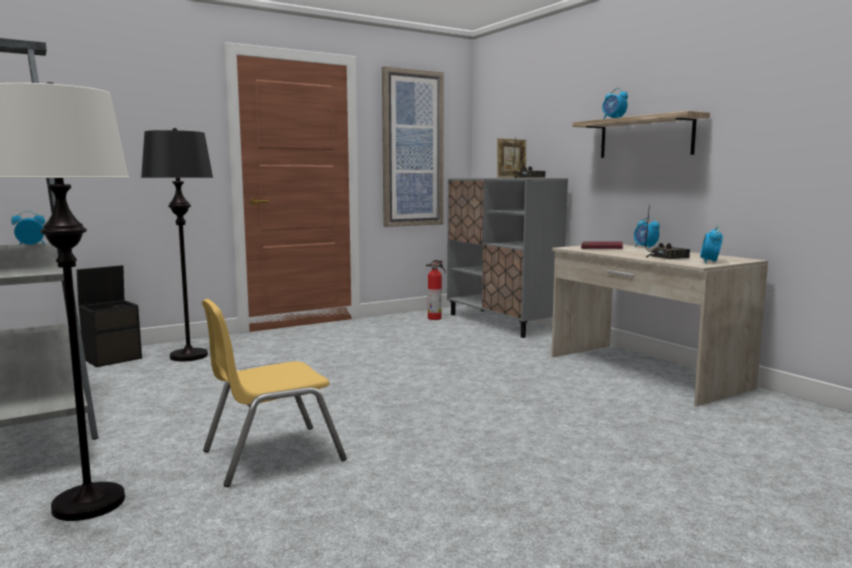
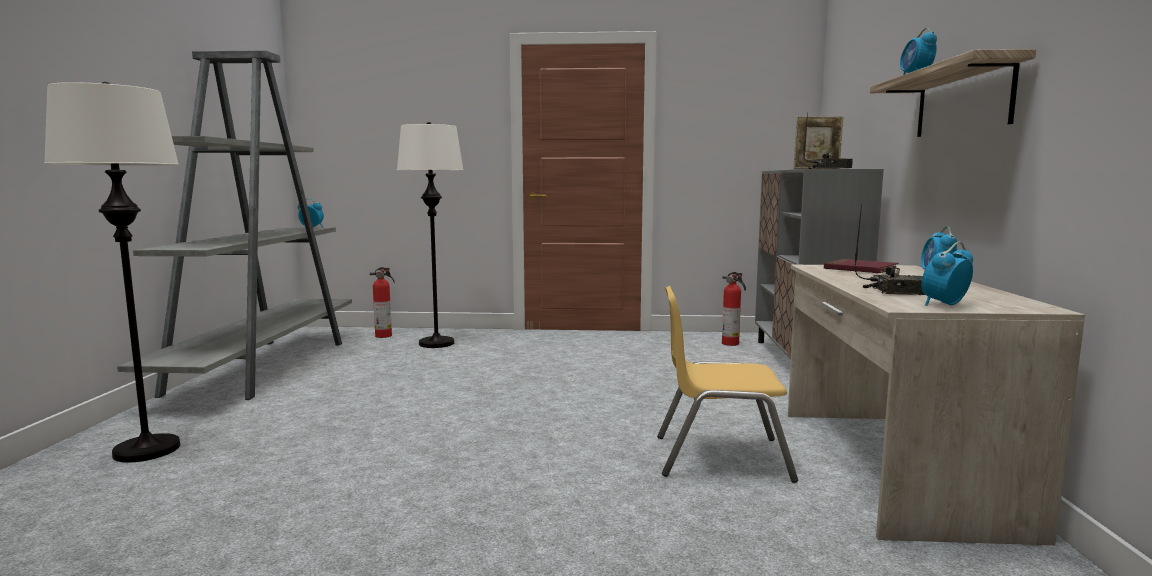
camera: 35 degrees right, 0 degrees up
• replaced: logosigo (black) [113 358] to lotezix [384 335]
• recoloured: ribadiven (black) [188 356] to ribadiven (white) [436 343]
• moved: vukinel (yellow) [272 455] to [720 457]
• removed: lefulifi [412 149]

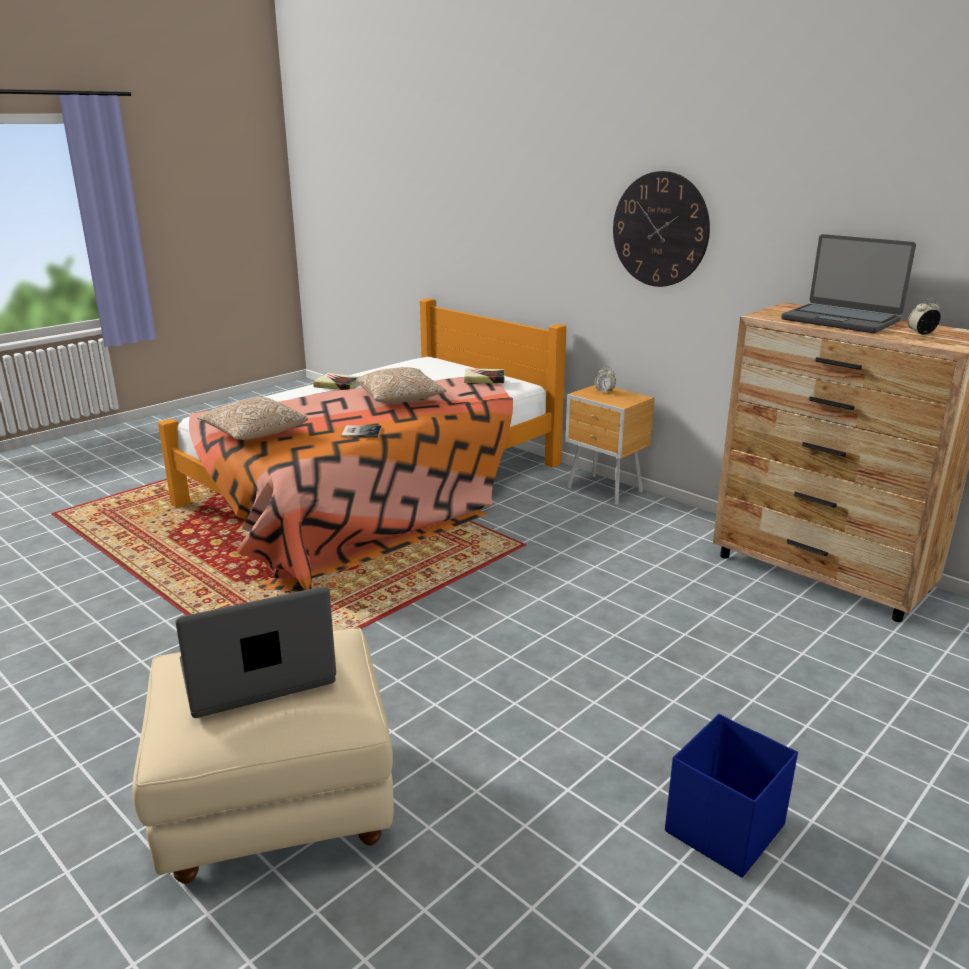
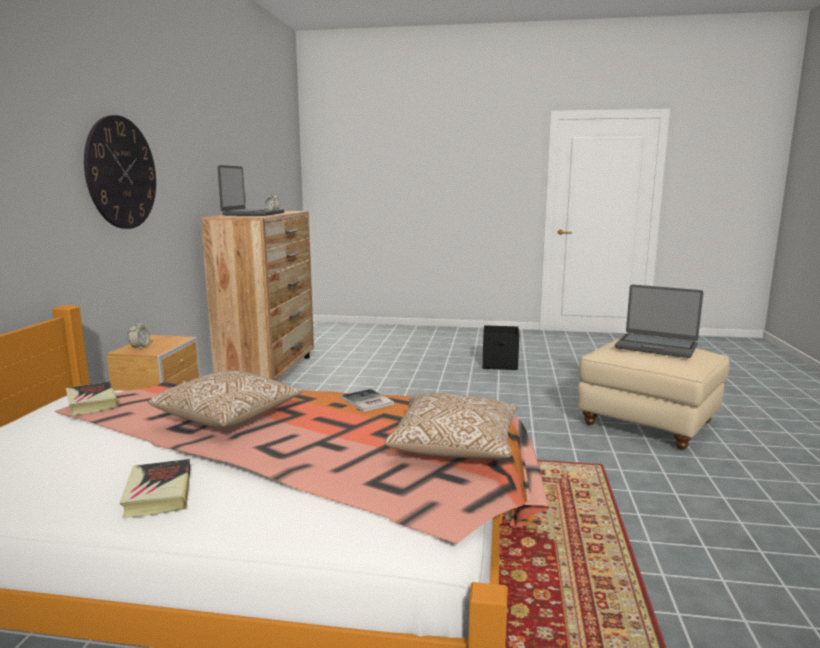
camera: 125 degrees left, 10 degrees down
• recoloured: logosigo (blue) [723 829] to logosigo (black) [500 364]

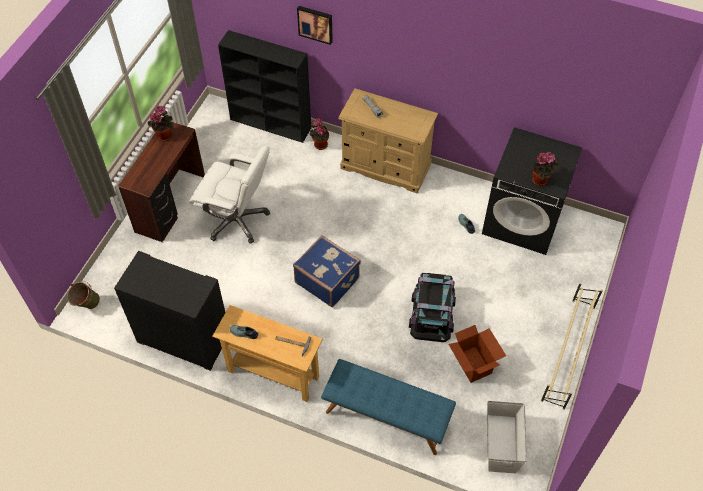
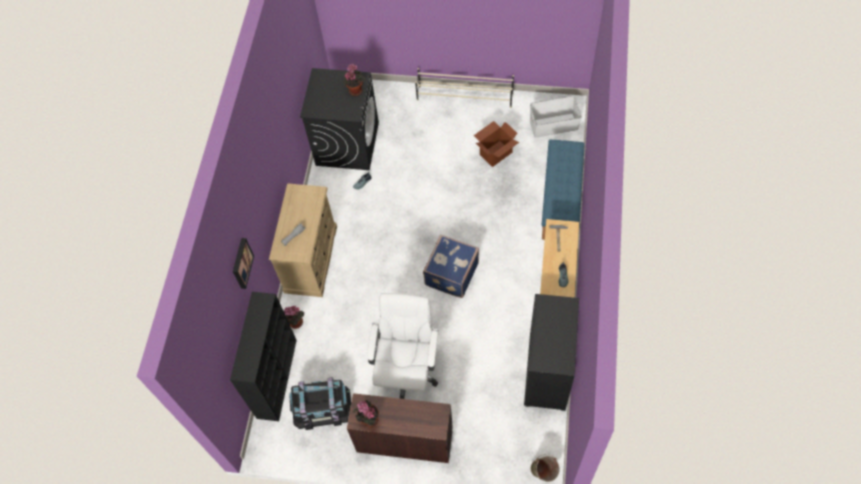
camera: 100 degrees left, 5 degrees up
• moved: logosigo (black) [432 313] to [322 407]

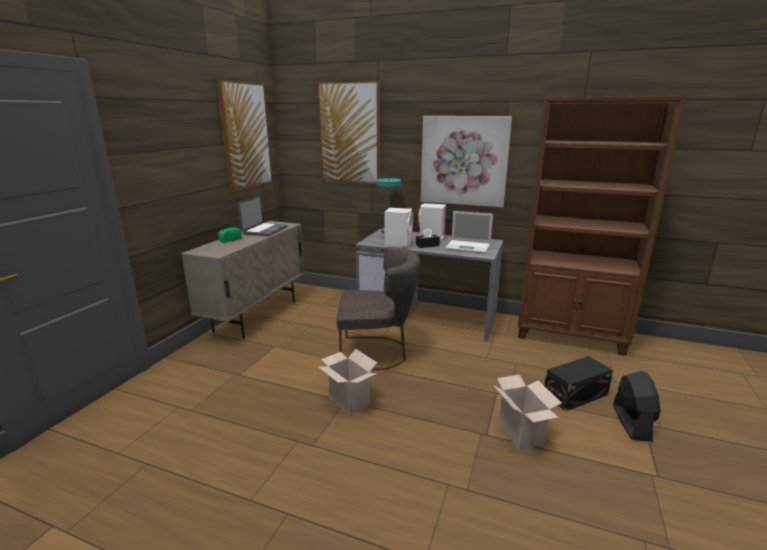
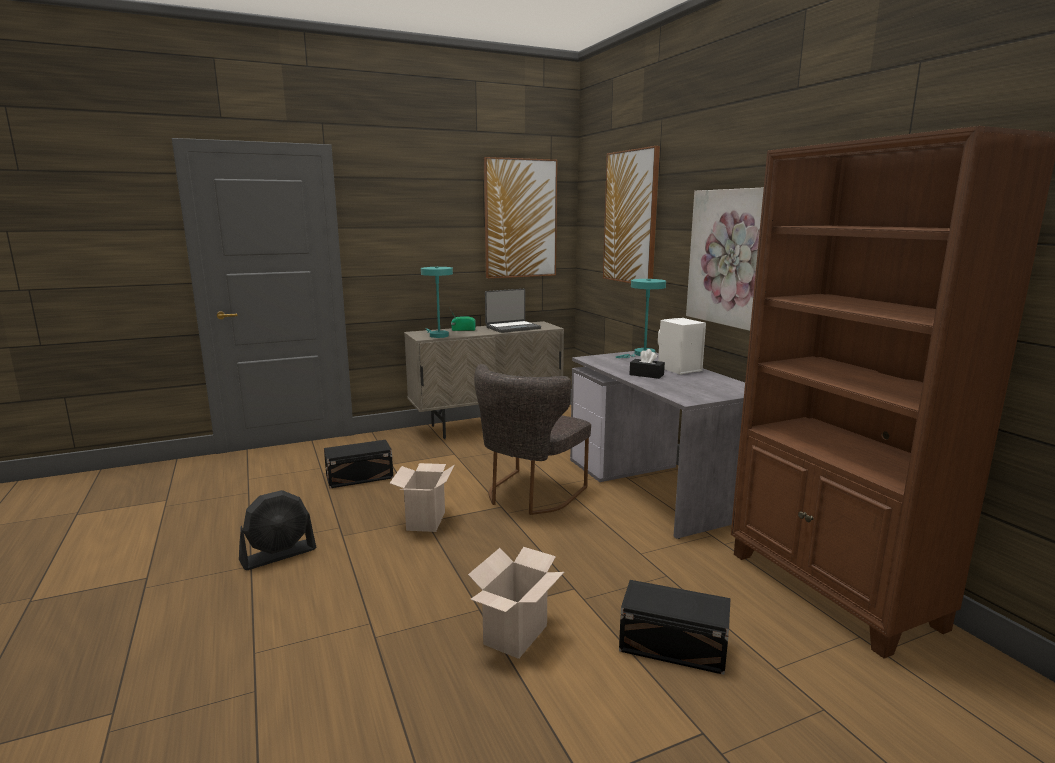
camera: 45 degrees right, 5 degrees down
• turned: vukinel (grey) [377 352] = [529 495] 75 degrees clockwise
• removed: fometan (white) [398 243]
• removed: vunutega [469 247]
• moved: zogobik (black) [631 422] to [278 555]
• added: logosigo (black) [360 477]
• added: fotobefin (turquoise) [437 335]

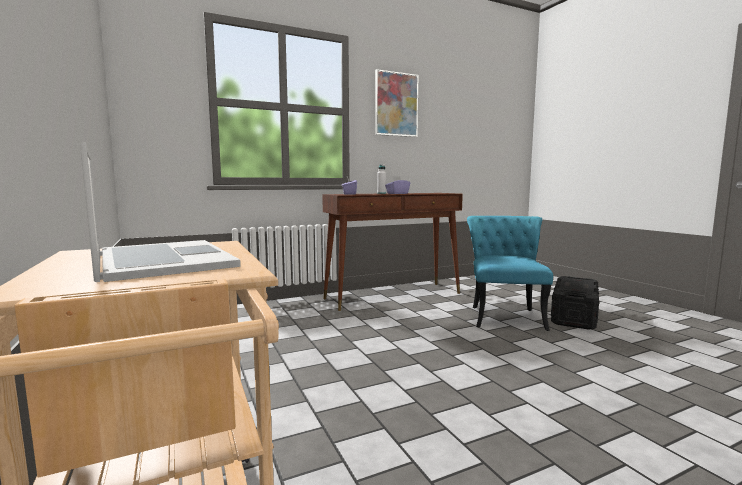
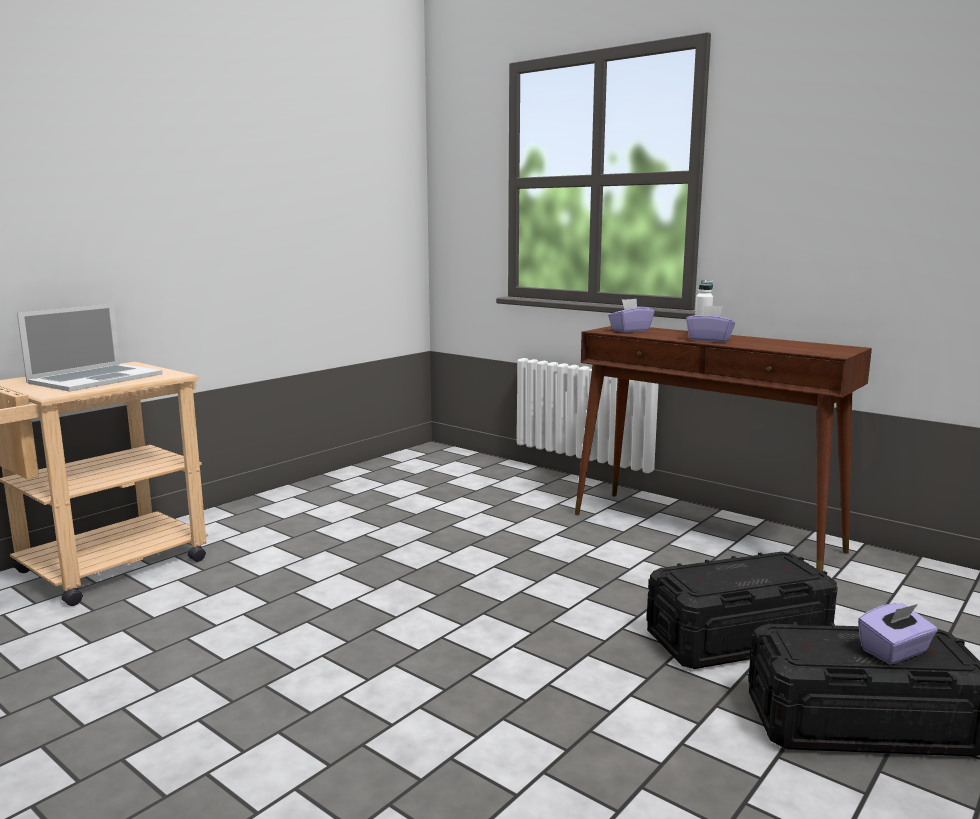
camera: 65 degrees right, 5 degrees up
• removed: lefulifi [396 104]
• replaced: vukinel (turquoise) [505 315] to logosigo (black) [738 639]
• added: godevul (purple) [894 652]

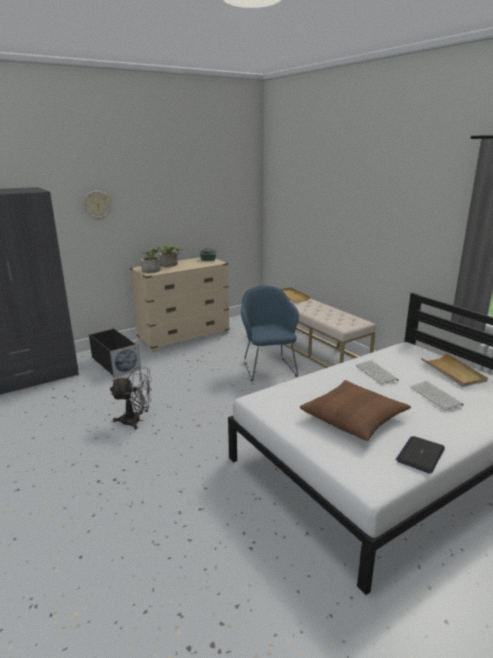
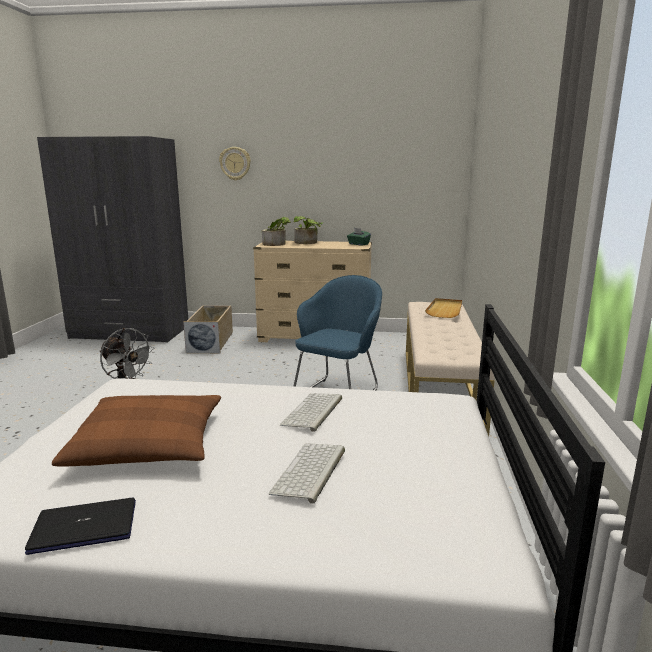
camera: 40 degrees right, 5 degrees down
• recoloured: logosigo (black) [115 363] to logosigo (beige) [211 342]
• removed: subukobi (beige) [453 372]

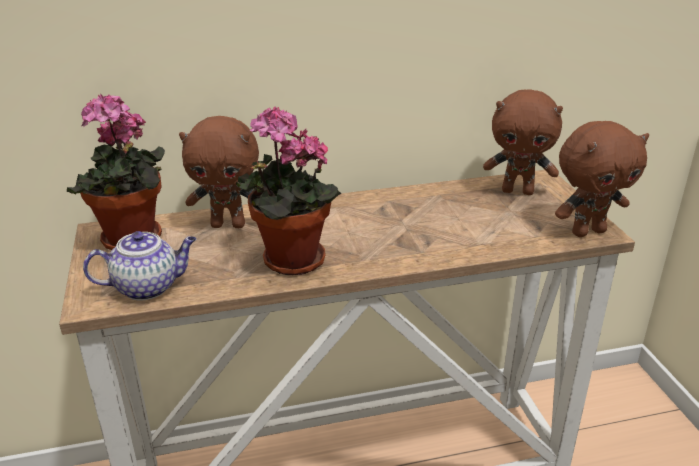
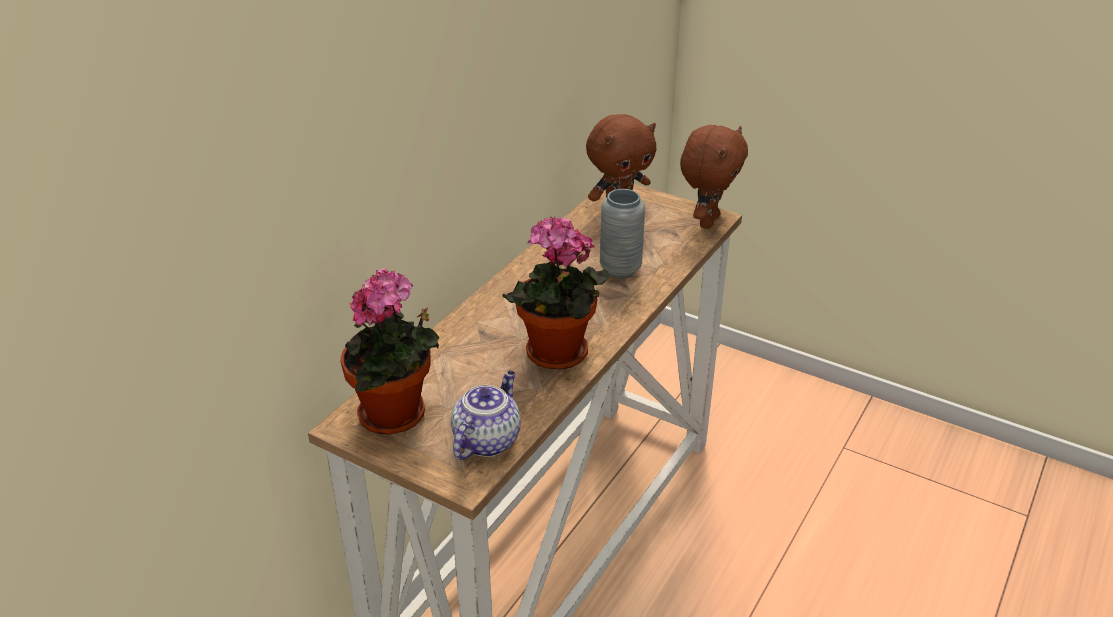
camera: 45 degrees left, 5 degrees up
• removed: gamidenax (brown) [229 224]
• added: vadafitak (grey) [620 269]

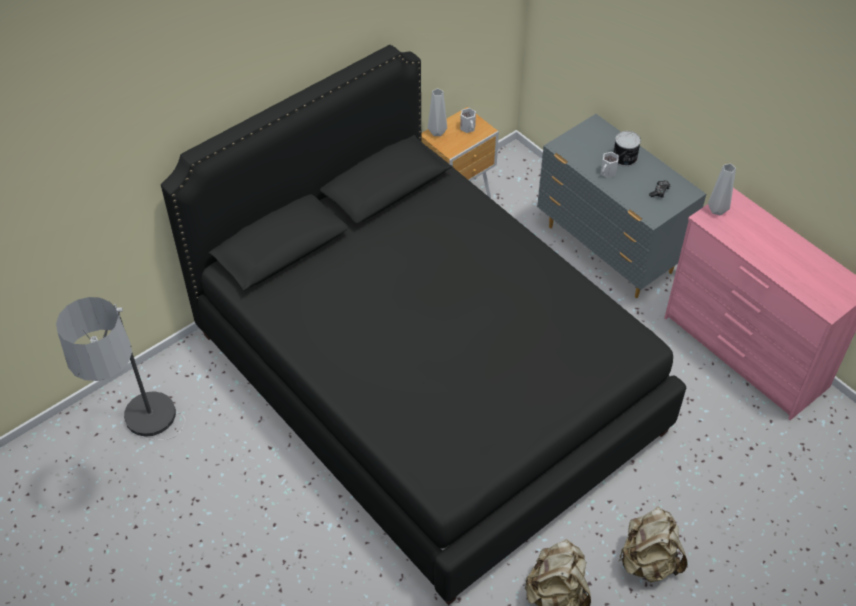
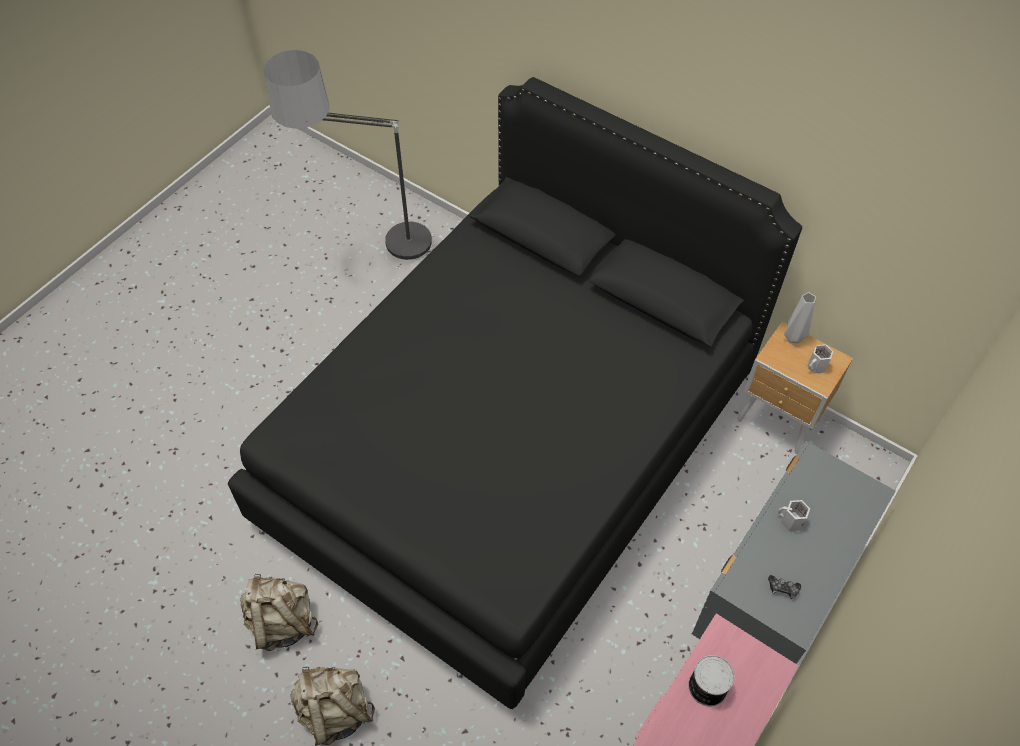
camera: 75 degrees right, 5 degrees up
• moved: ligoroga [625 158] to [706 687]
• removed: vadafitak (grey) [717 209]

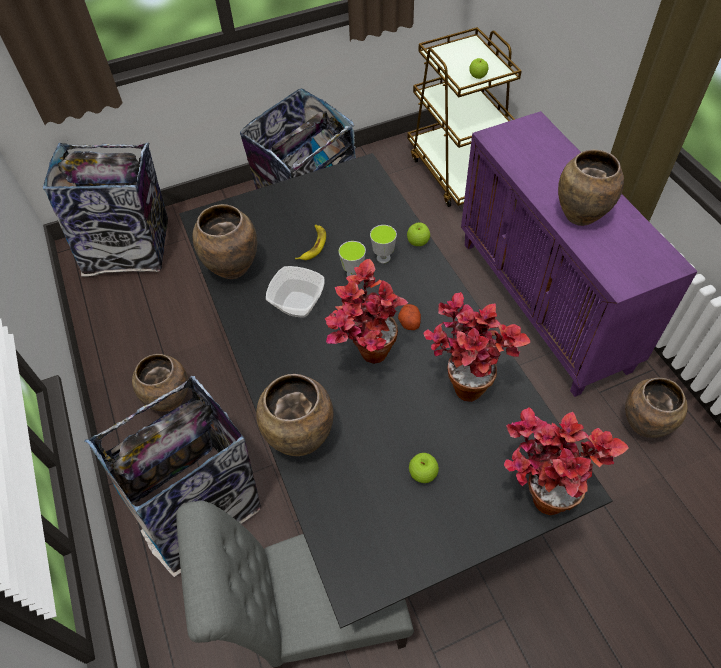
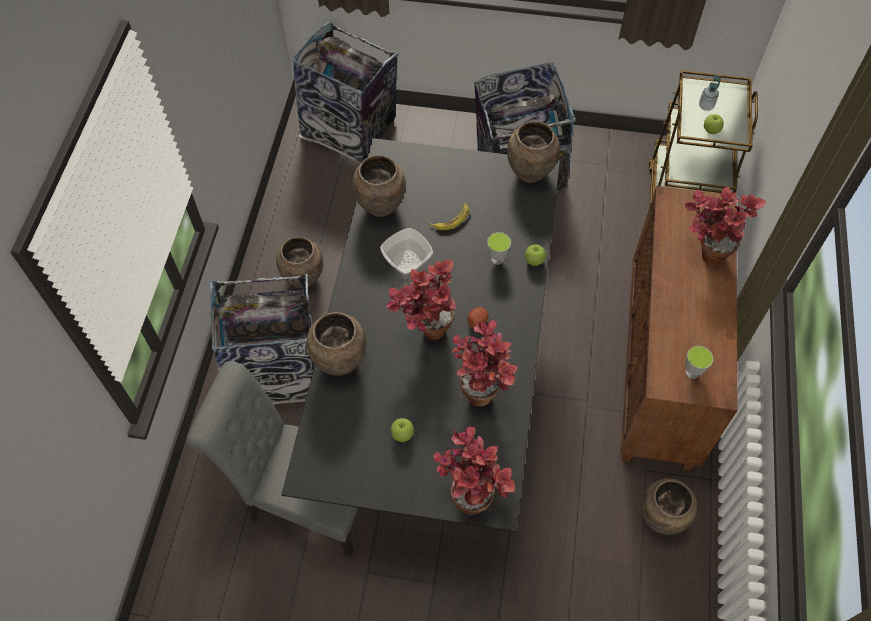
camera: 30 degrees right, 5 degrees up
• moved: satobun [353 274] to [692 372]
• recoloured: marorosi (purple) [544 304] to marorosi (brown) [660 369]
• moved: vadafitak (brown) [579 215] to [529 172]
• added: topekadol [704 252]
• added: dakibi [706 106]

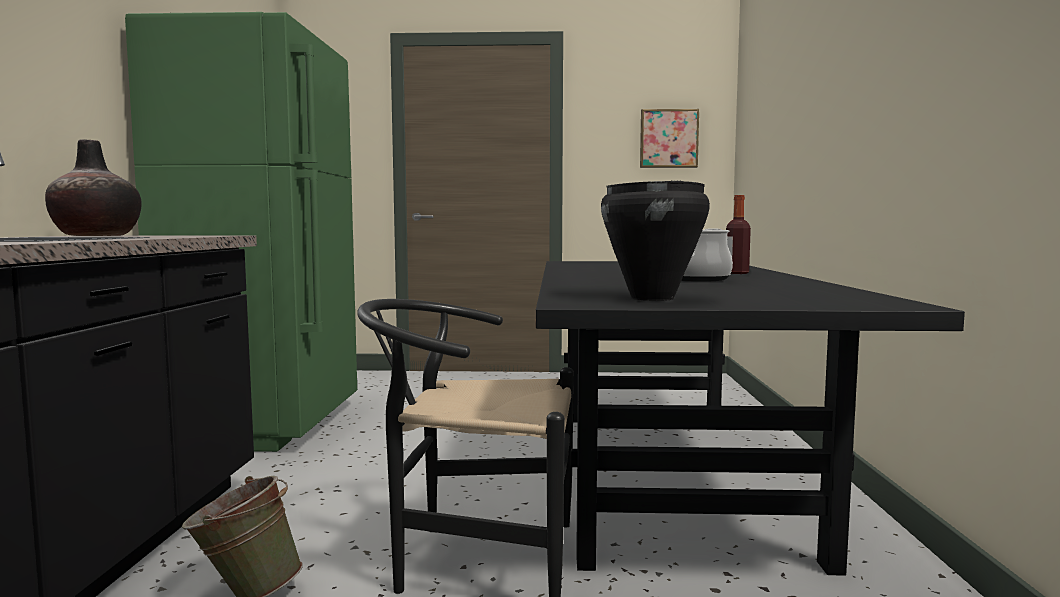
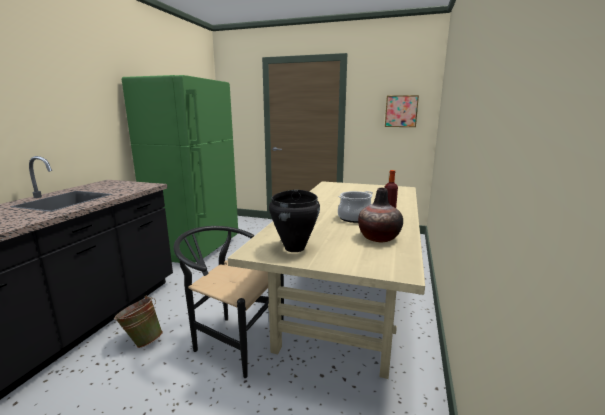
camera: 15 degrees right, 10 degrees up
• moved: vadafitak [96 236] to [378 238]
• recoloured: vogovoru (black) [665 472] to vogovoru (beige) [347 300]

